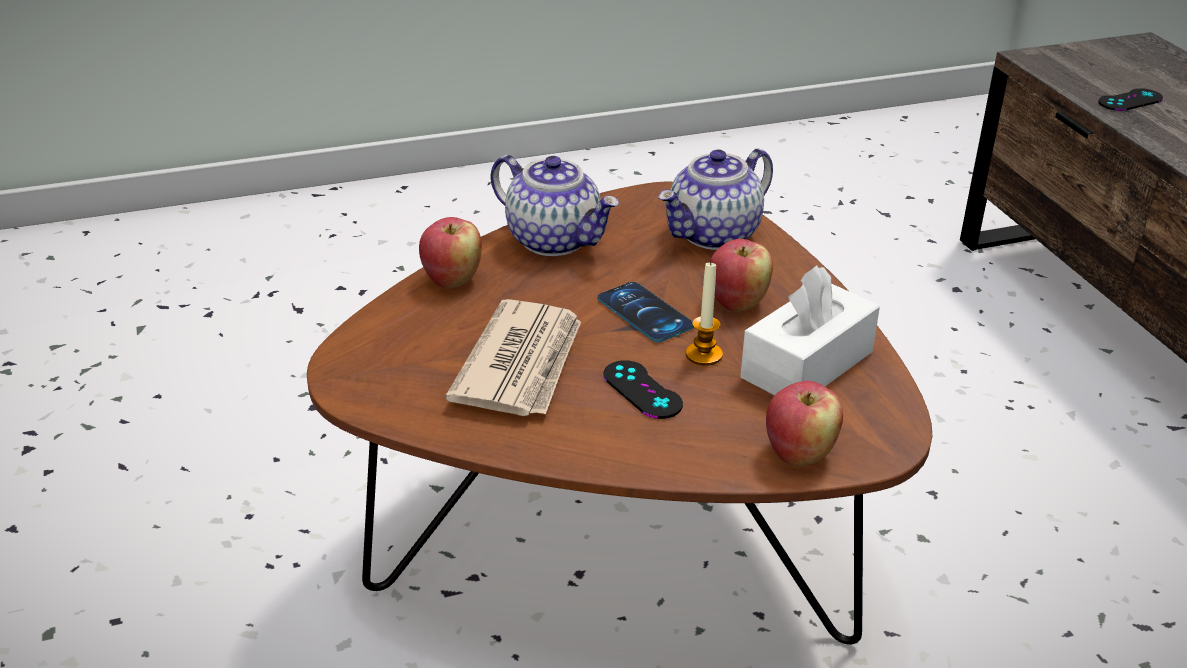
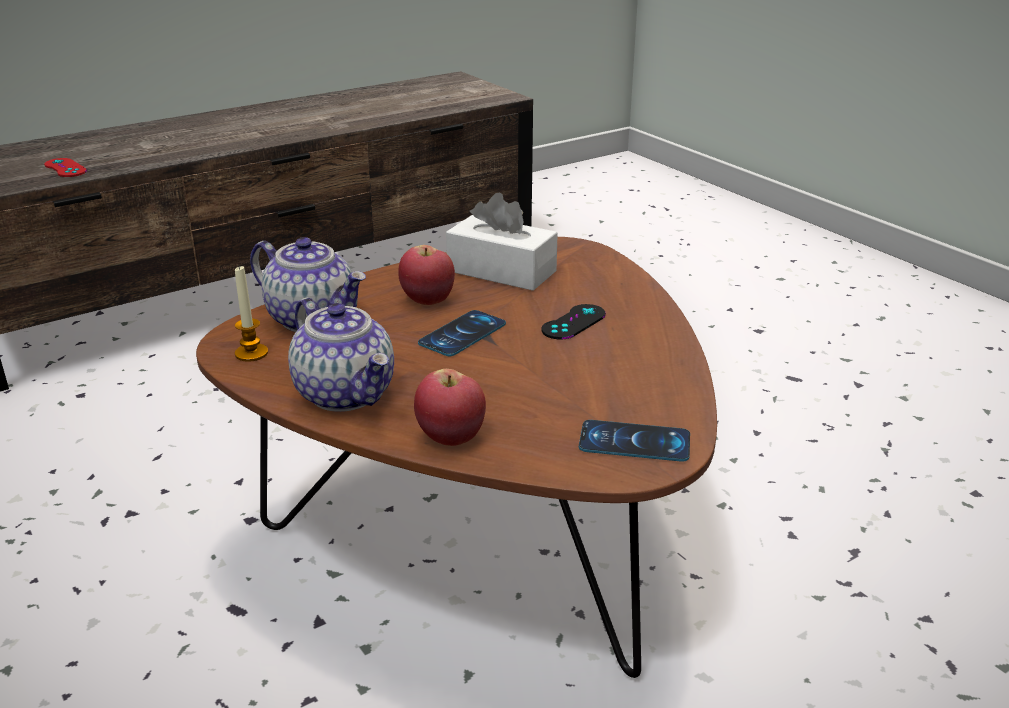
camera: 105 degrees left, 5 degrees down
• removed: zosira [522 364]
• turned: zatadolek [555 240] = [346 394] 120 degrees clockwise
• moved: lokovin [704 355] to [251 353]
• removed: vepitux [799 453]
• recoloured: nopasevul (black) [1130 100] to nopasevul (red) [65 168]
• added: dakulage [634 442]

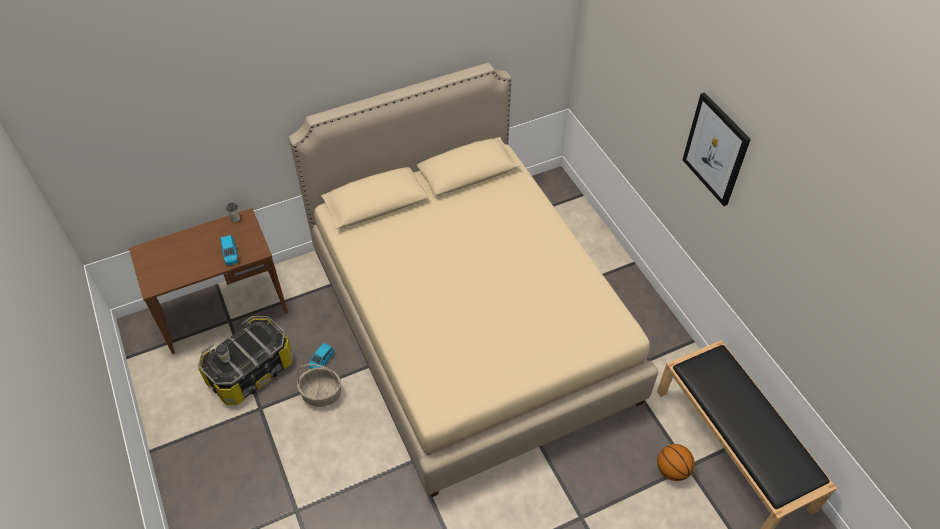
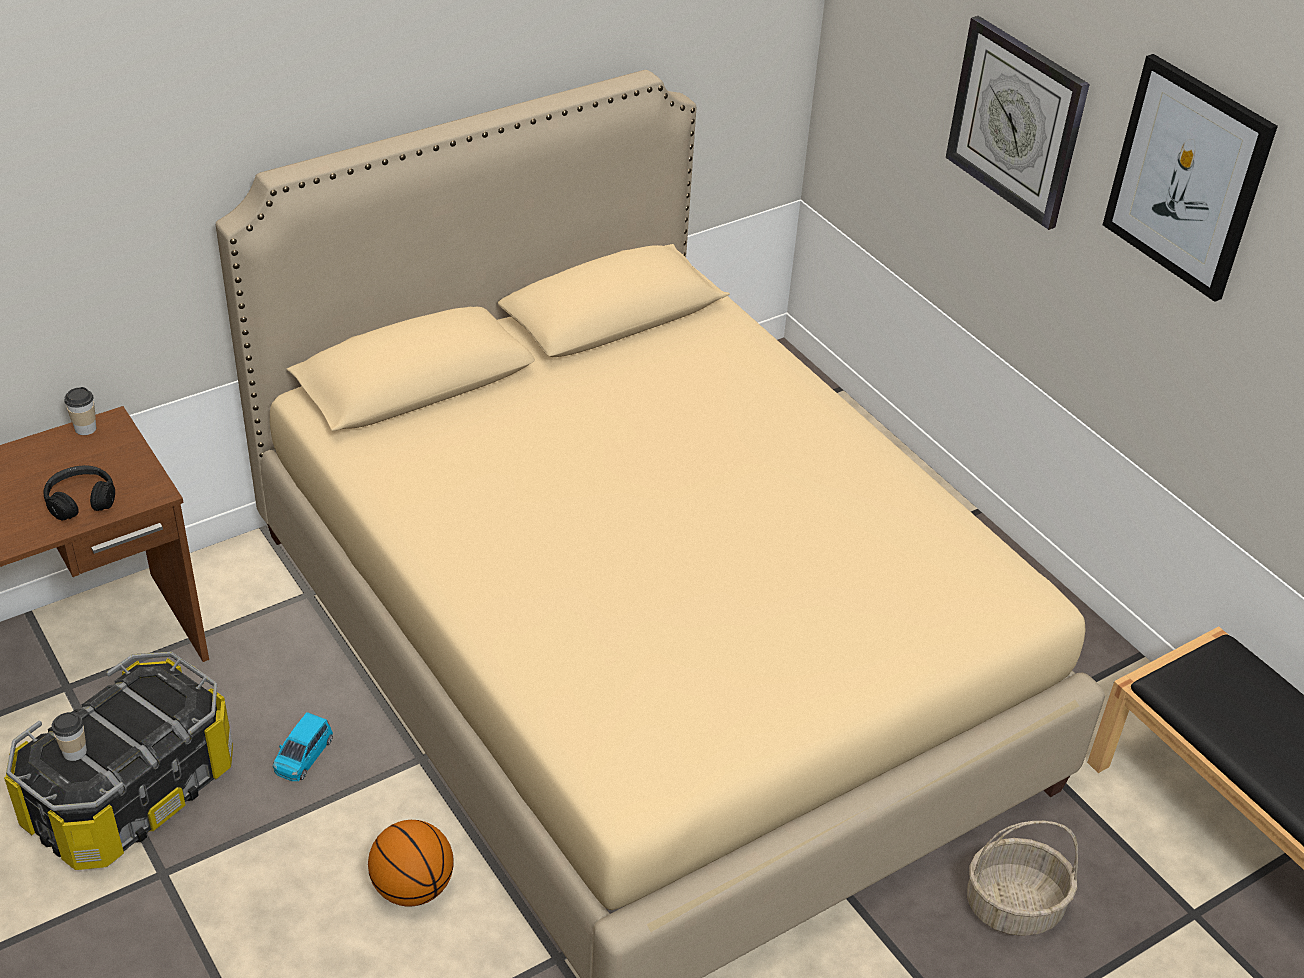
camera: 10 degrees left, 10 degrees down
• replaced: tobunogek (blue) [230 254] to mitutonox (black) [81 500]
• moved: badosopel [321 394] to [1012 907]
• moved: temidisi [672 470] to [412 888]
• added: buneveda [1017 121]

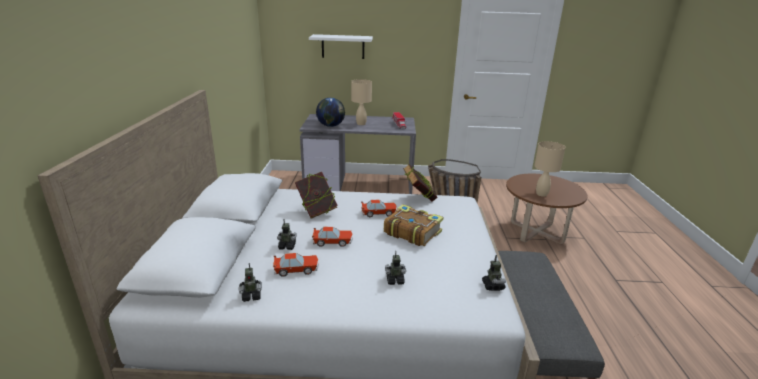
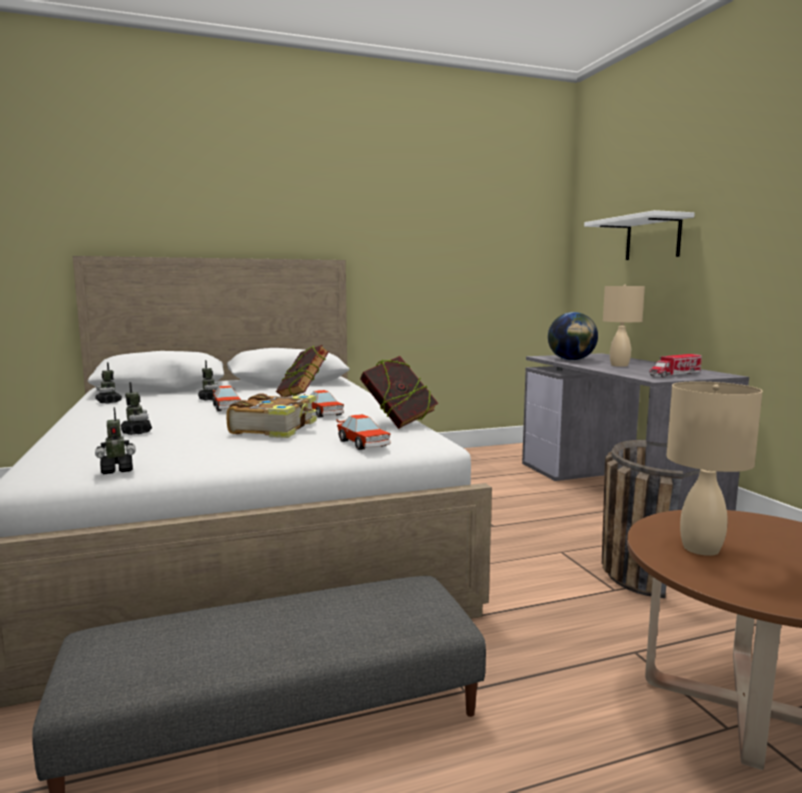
camera: 70 degrees right, 15 degrees down
• moved: tobunogek [296 270] to [363 444]

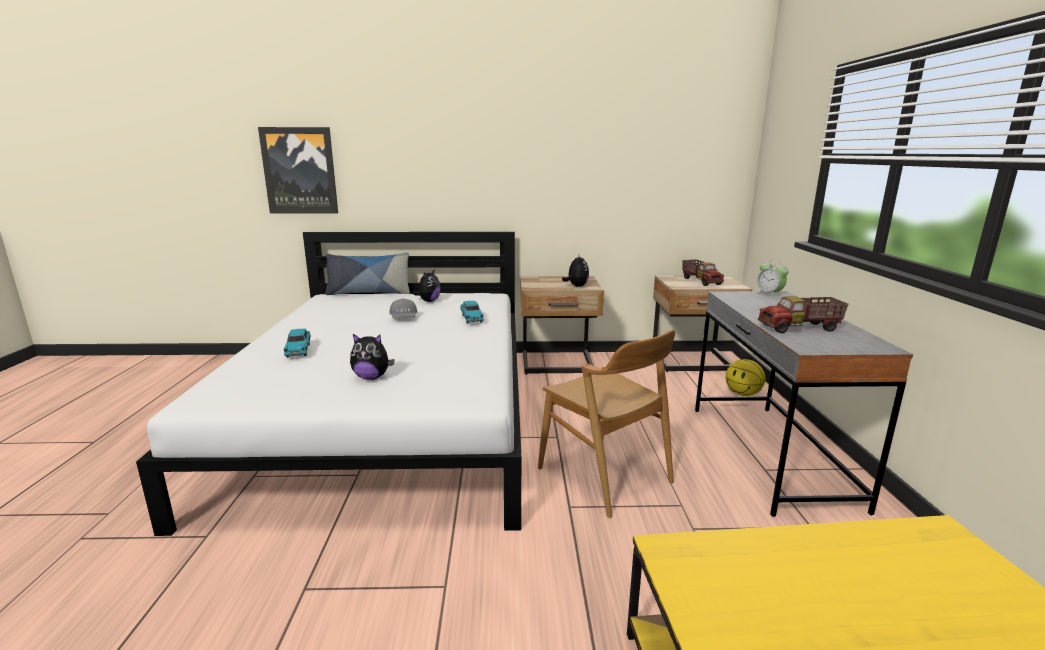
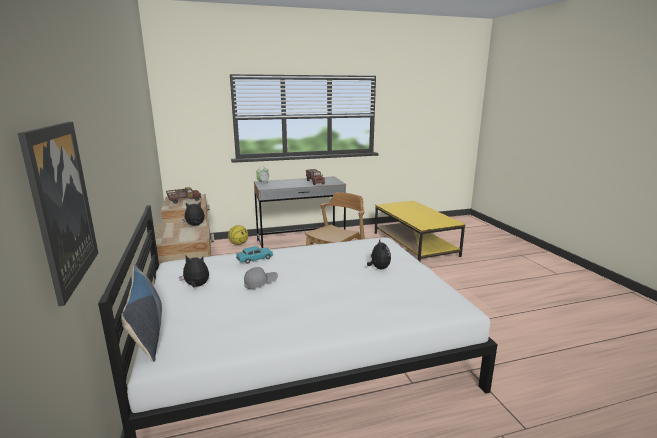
camera: 105 degrees left, 0 degrees up
• removed: tobunogek (turquoise) [298 350]

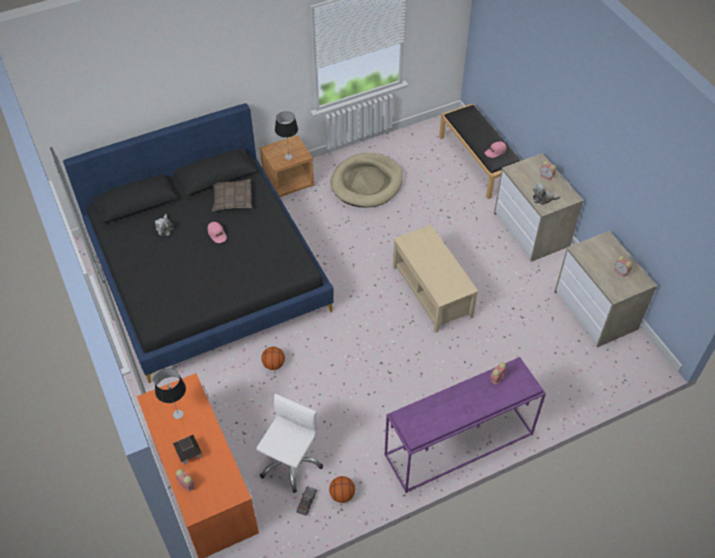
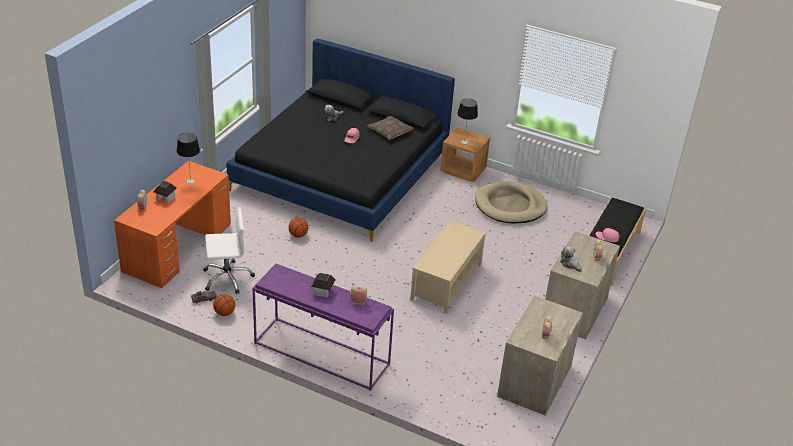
camera: 50 degrees right, 15 degrees down
• added: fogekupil [323 291]

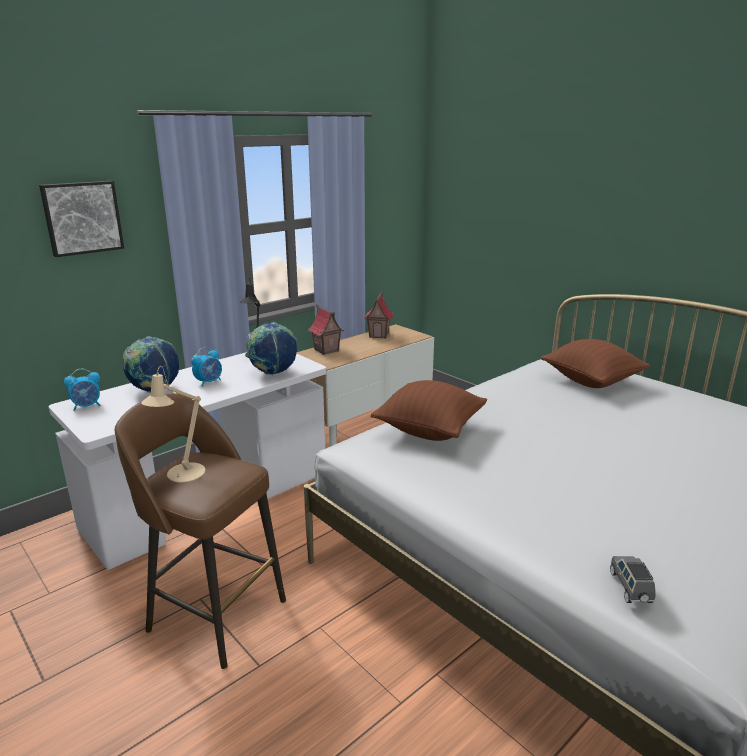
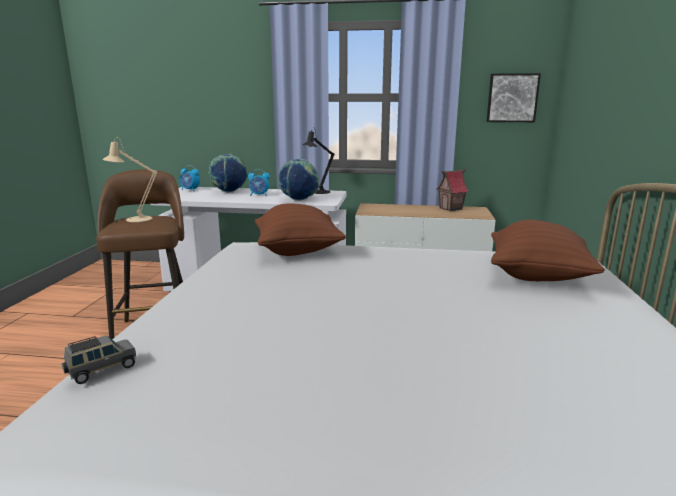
camera: 50 degrees right, 5 degrees down
• moved: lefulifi [82 217] to [512 98]
• removed: fogekupil [326 350]

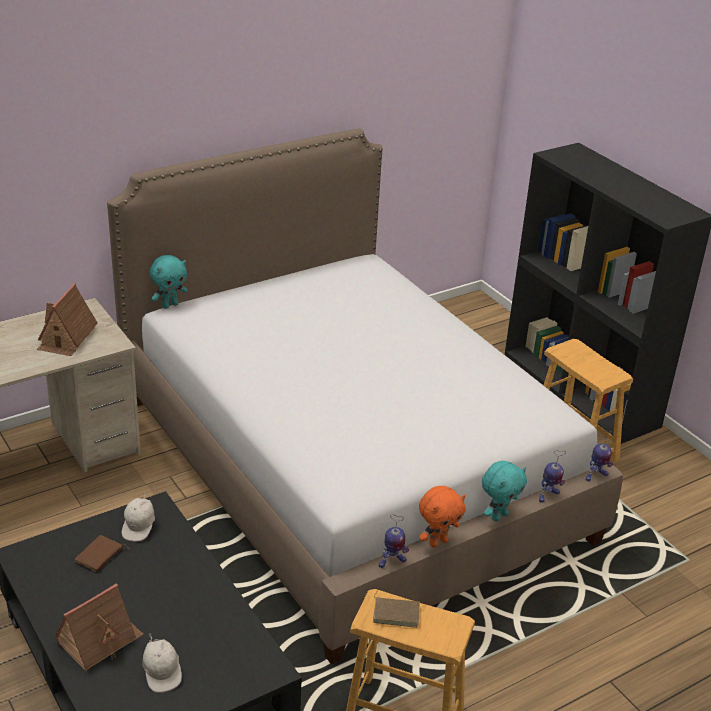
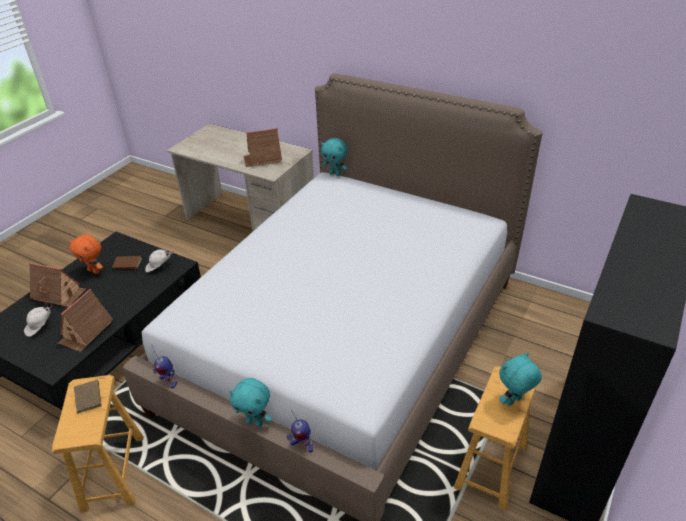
camera: 65 degrees right, 5 degrees up
• moved: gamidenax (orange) [438 542] to [94 271]
• removed: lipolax [595 476]
• added: fogekupil [86 332]
• added: gamidenax (turquoise) [514 401]

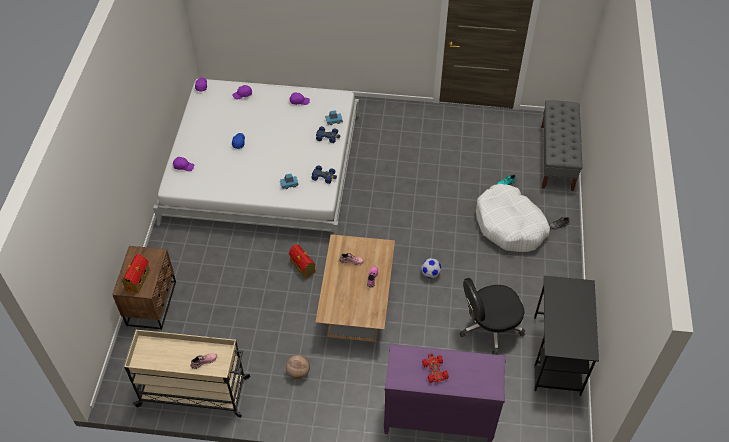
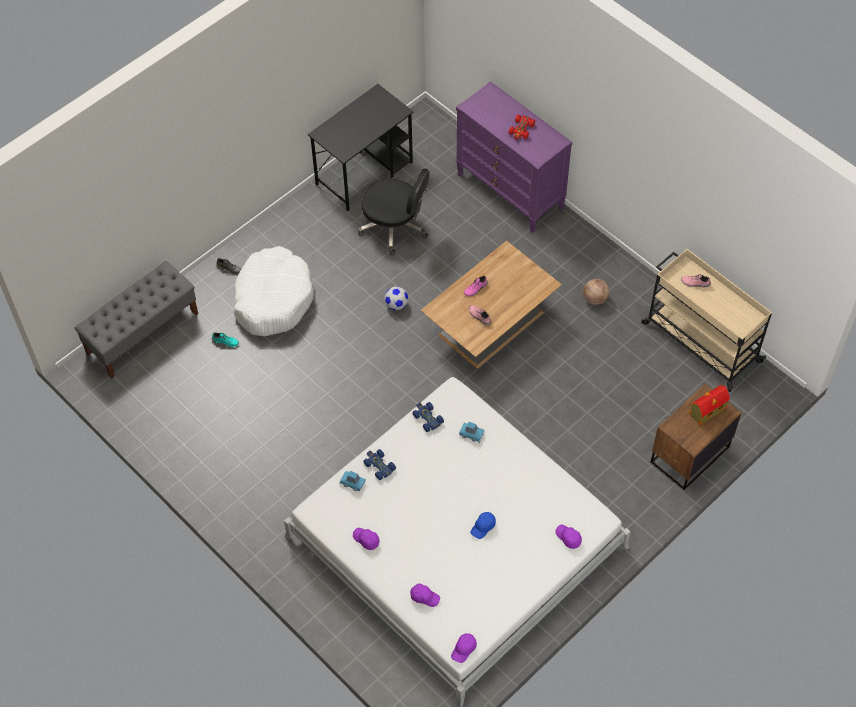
camera: 140 degrees left, 5 degrees up
• removed: fogekupil [303 267]

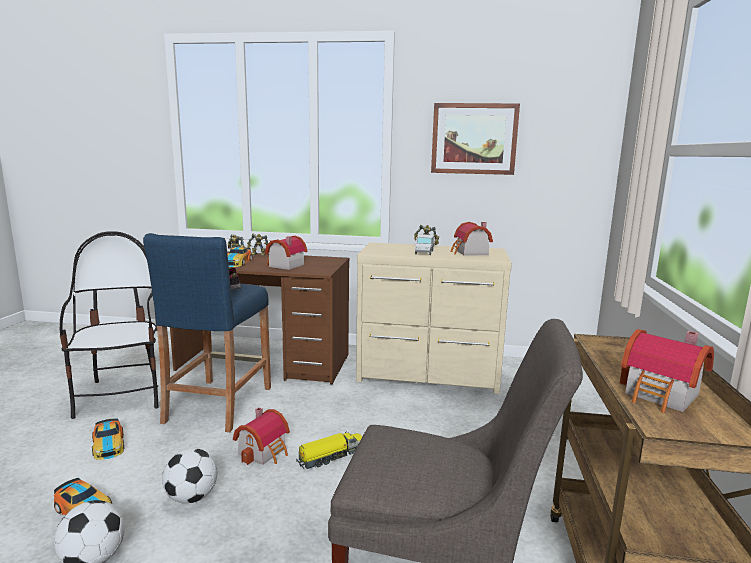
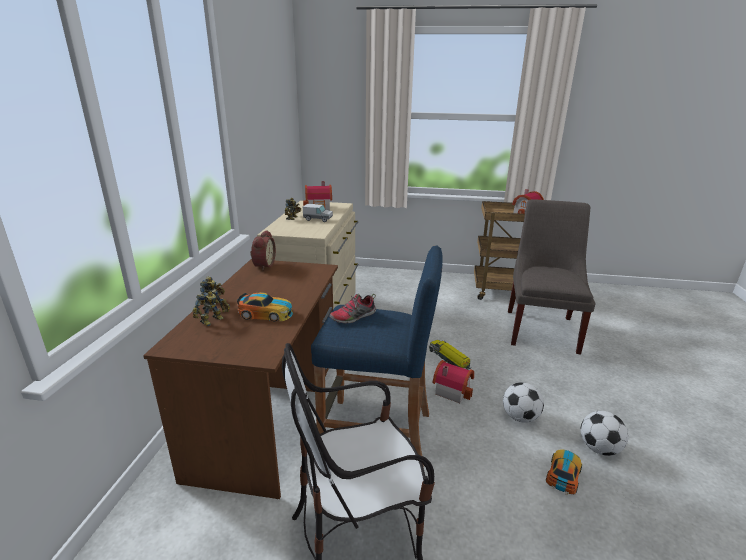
camera: 90 degrees left, 10 degrees up
• removed: tobunogek [108 445]
• removed: fogekupil [284 265]
• removed: lefulifi [474 139]
• added: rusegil [263 265]

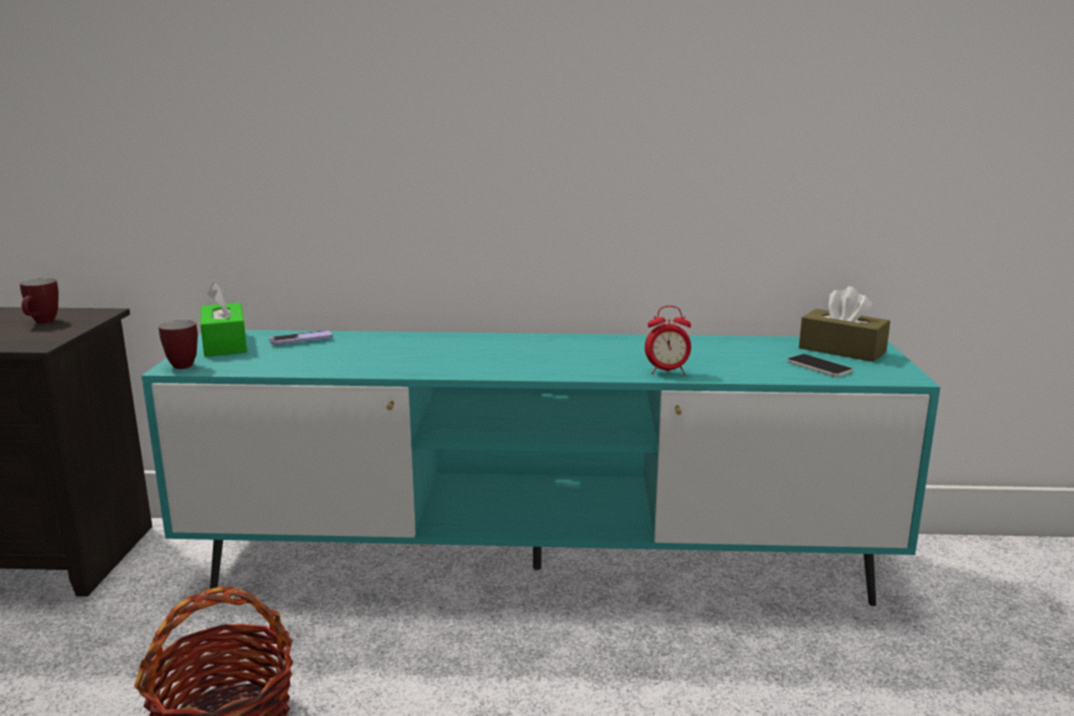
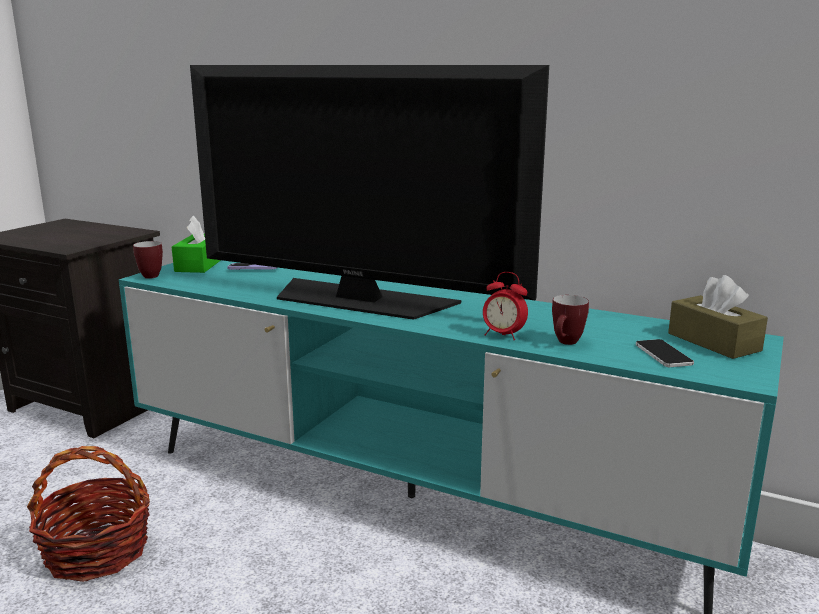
camera: 25 degrees right, 0 degrees up
• moved: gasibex [42 322] to [566 343]
• added: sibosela [359 300]

